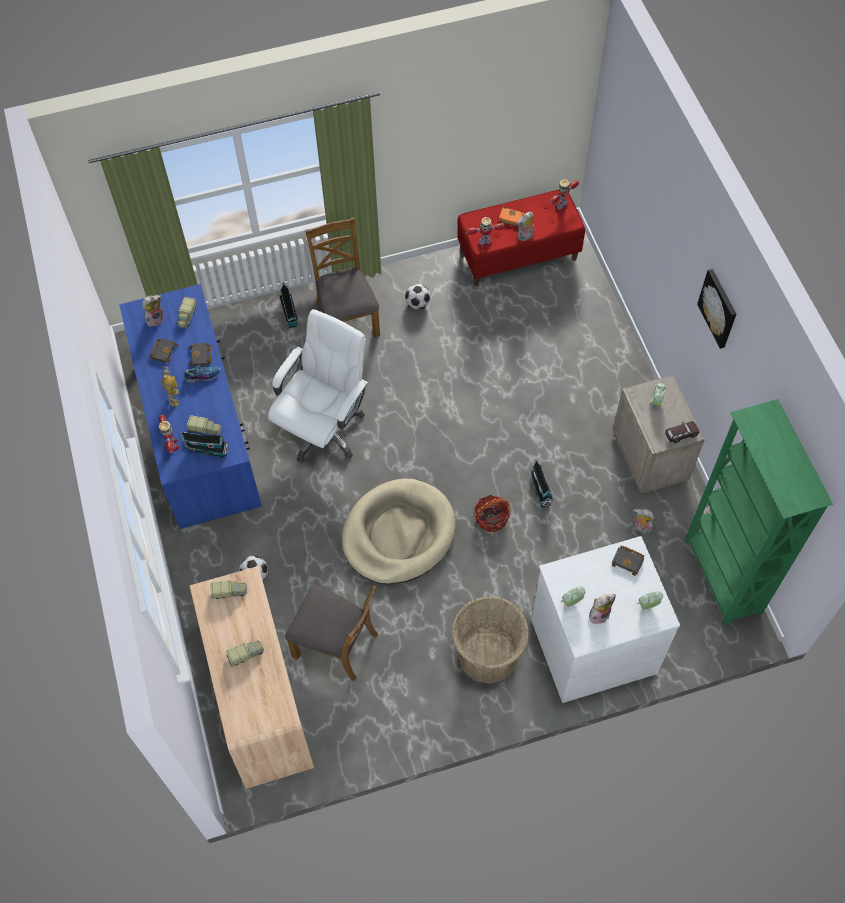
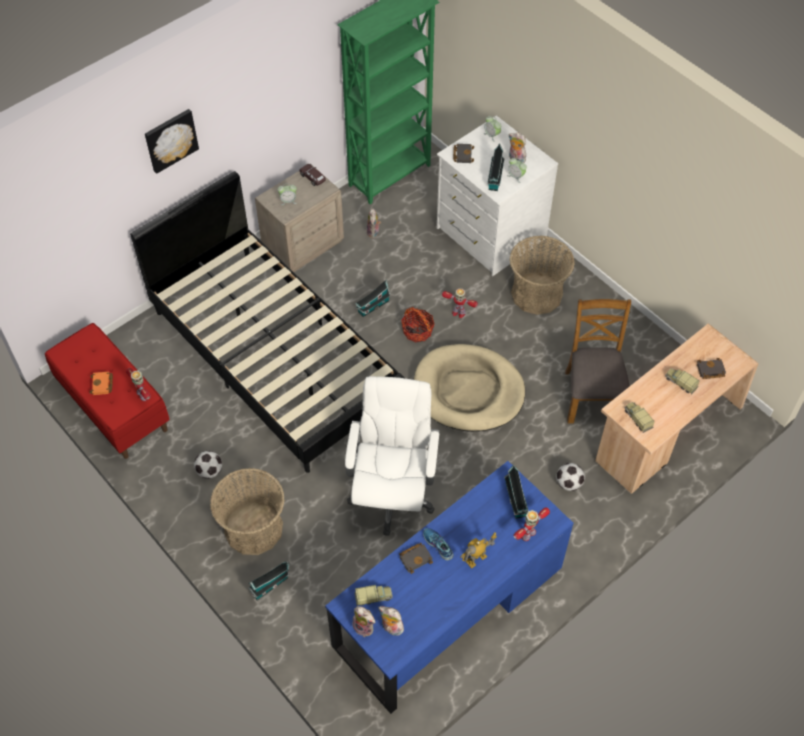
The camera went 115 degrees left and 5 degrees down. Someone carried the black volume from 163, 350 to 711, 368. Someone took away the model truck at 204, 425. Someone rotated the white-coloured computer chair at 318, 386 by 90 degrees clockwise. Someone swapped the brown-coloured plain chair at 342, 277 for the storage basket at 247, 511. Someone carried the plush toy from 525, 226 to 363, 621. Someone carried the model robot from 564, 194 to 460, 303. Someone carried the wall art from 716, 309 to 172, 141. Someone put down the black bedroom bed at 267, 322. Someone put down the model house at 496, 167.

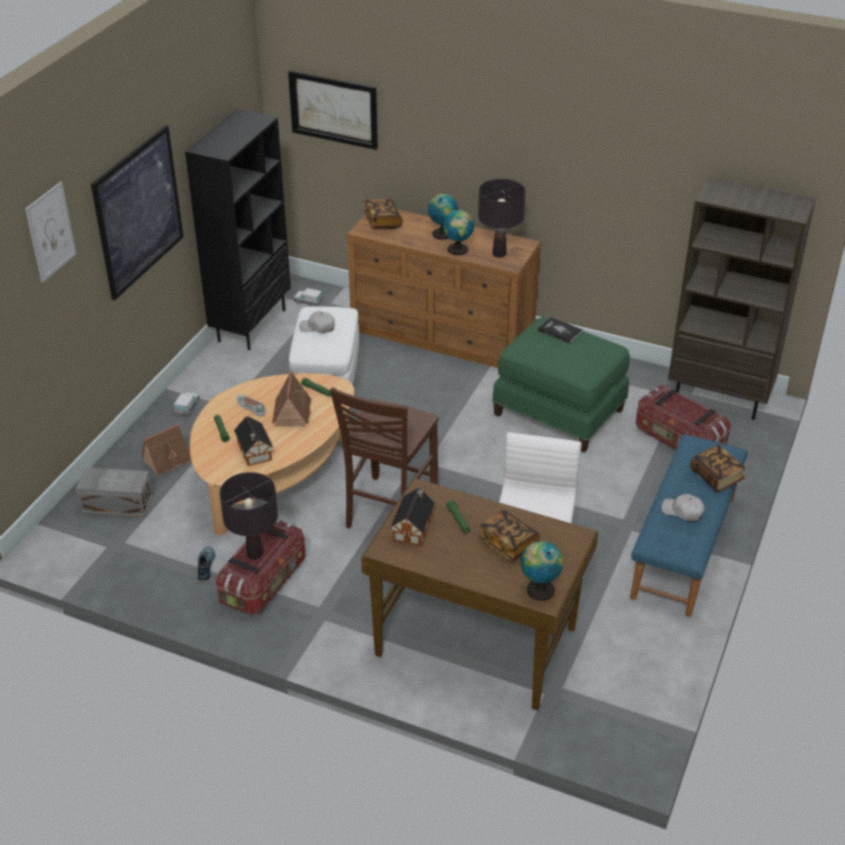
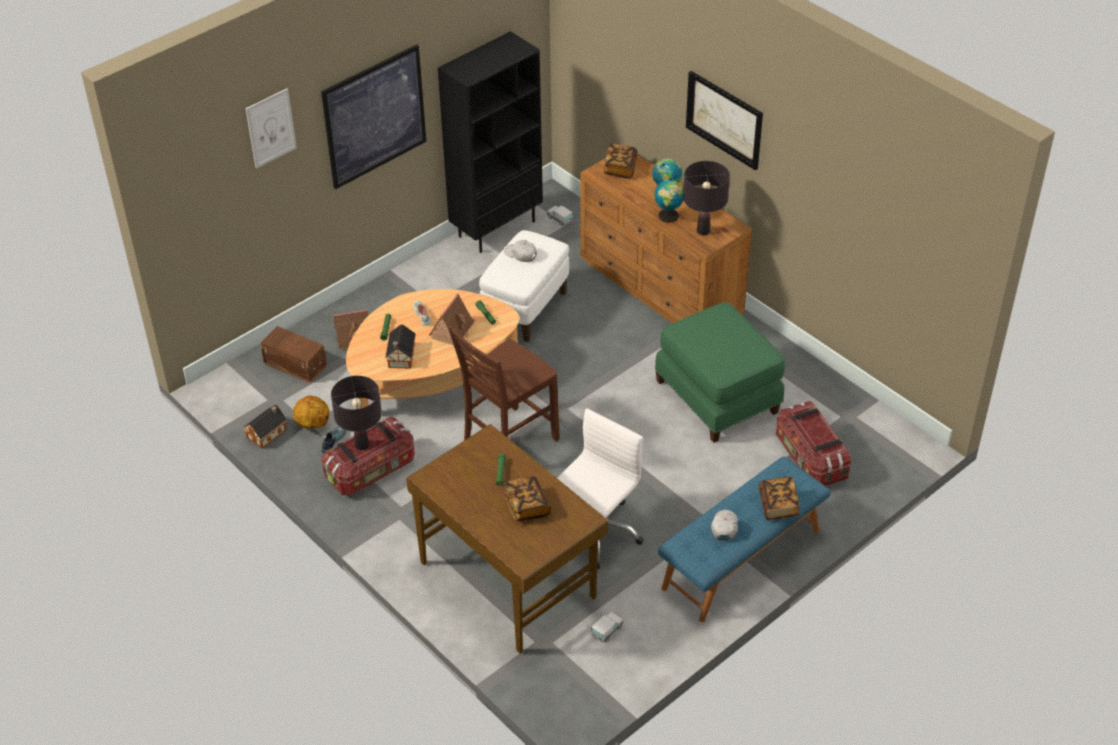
The camera went 25 degrees right and 5 degrees up. Someone repainted the gray storage bin at 114, 492, which became the brown-coloured storage bin at 293, 354. Someone carried the model truck from 186, 404 to 607, 627. Someone carried the wall art from 333, 110 to 724, 120. Someone carried the model house from 413, 517 to 265, 426. Someone took away the world globe at 542, 571. Someone took away the volume at 560, 330. Someone rotated the white-coloured baseball cap at 683, 508 by 45 degrees clockwise. Someone took away the brown-coloured shelving unit at 742, 298. Someone put down the basketball at 311, 412.

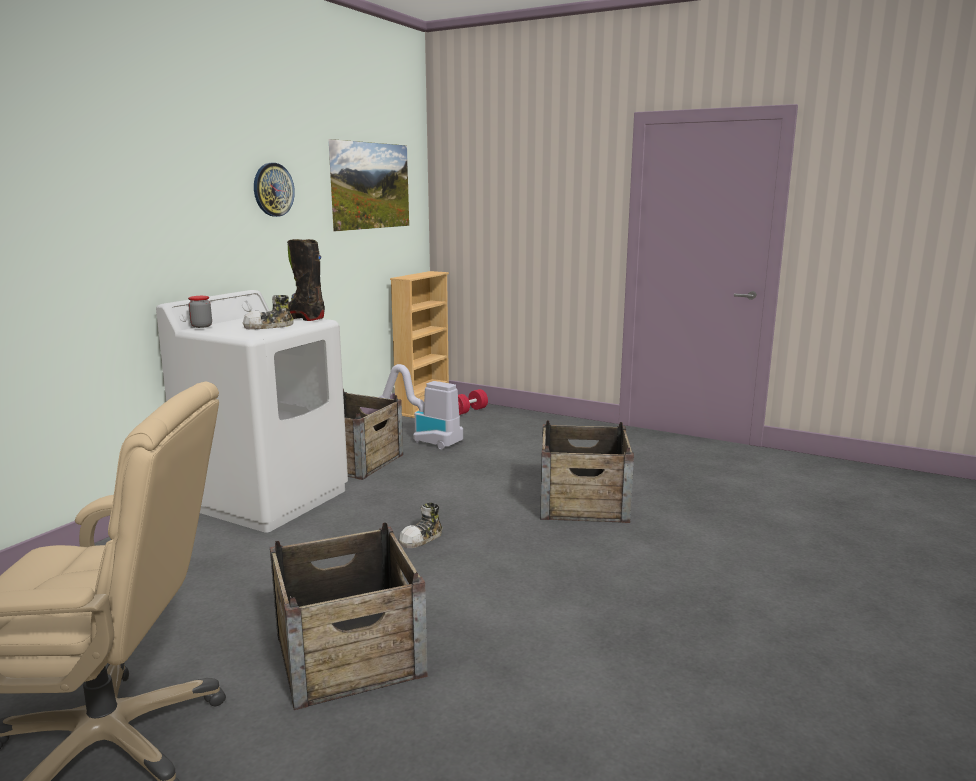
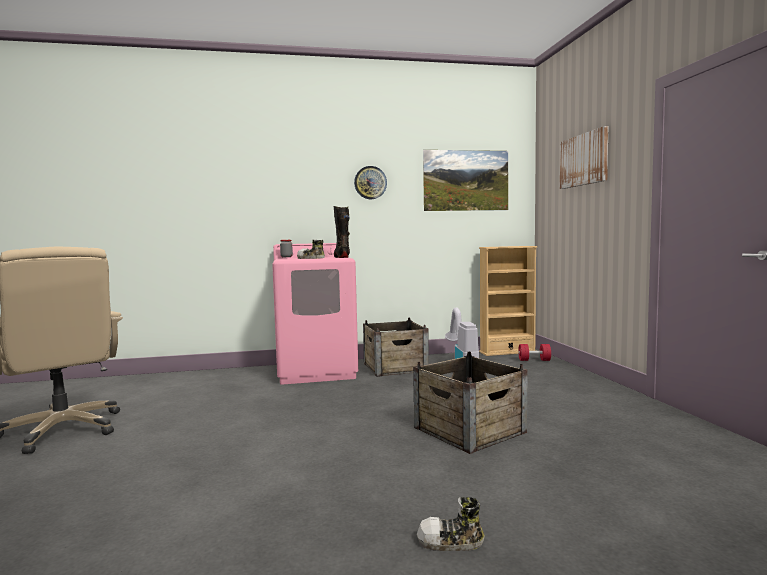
The camera went 50 degrees right and 10 degrees down. Someone repainted the white-coloured laundry machine at 252, 411, which became the pinkish laundry machine at 315, 314. Someone took away the shipping crate at 349, 616. Someone carried the low shoe from 420, 525 to 451, 524. Someone put up the wall art at 584, 157.

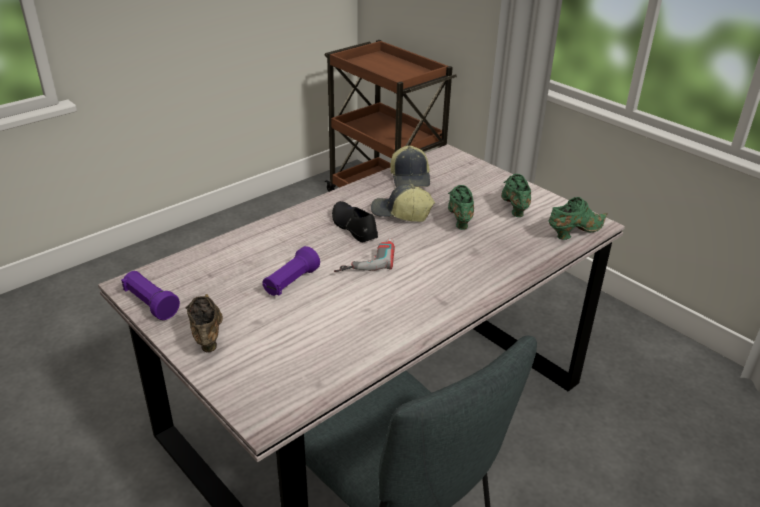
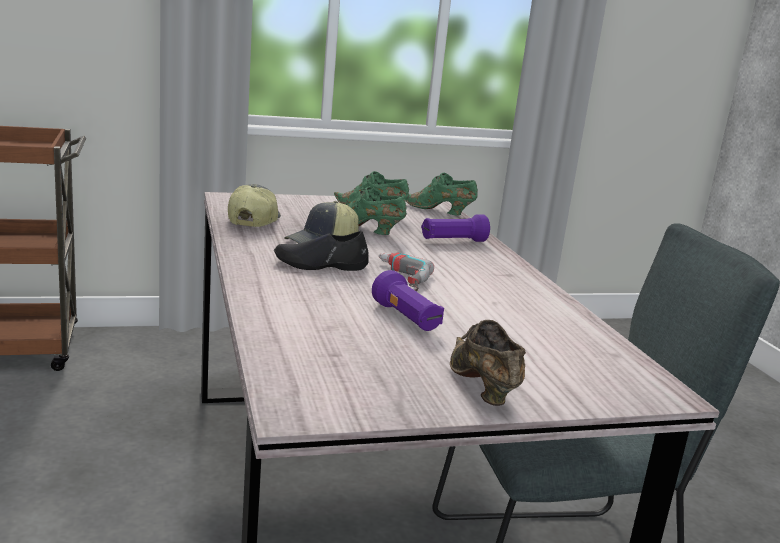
The camera went 65 degrees left and 15 degrees down. Someone carried the purplish flashlight from 150, 295 to 455, 228. Someone rotated the brown-coloured low shoe at 204, 323 by 60 degrees clockwise. Someone rotated the baseball cap at 410, 166 by 105 degrees counterclockwise. Someone rotated the green low shoe at 577, 218 by 60 degrees counterclockwise.

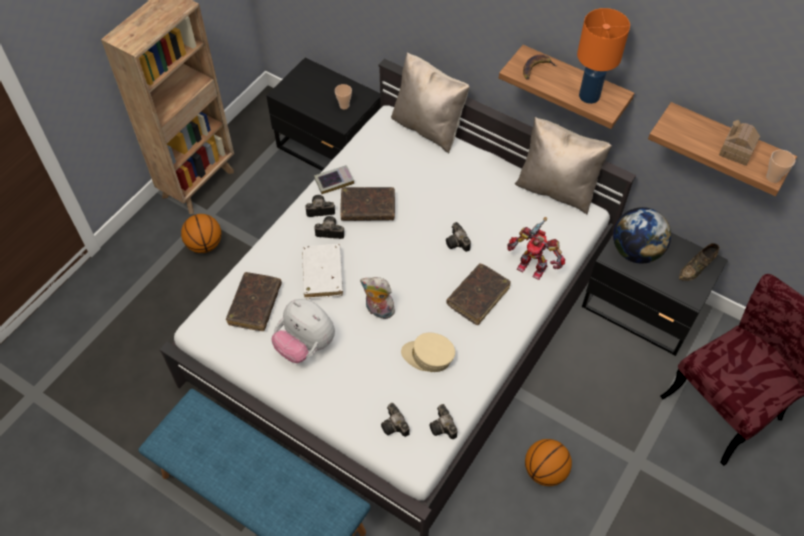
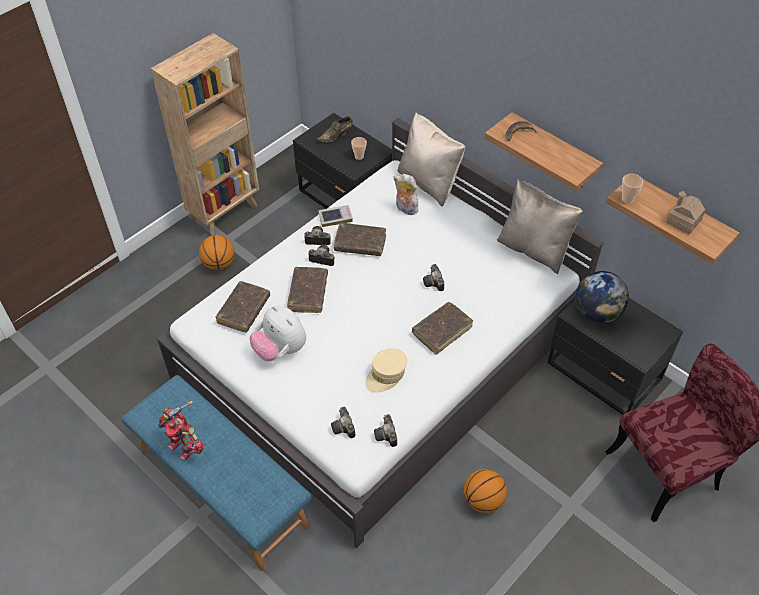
The camera went 10 degrees right and 5 degrees down. Someone repainted the white-coloured volume at 322, 271, which became the brown-coloured volume at 307, 290. Someone carried the plush toy from 377, 298 to 405, 194. Someone rotated the beige baseball cap at 428, 352 by 75 degrees counterclockwise. Someone carried the model robot from 536, 248 to 180, 431. Someone took away the orangey lamp for a table at 603, 56. Someone carried the brown-coloured low shoe from 699, 262 to 335, 129. Someone carried the drinking cup from 780, 166 to 632, 188.

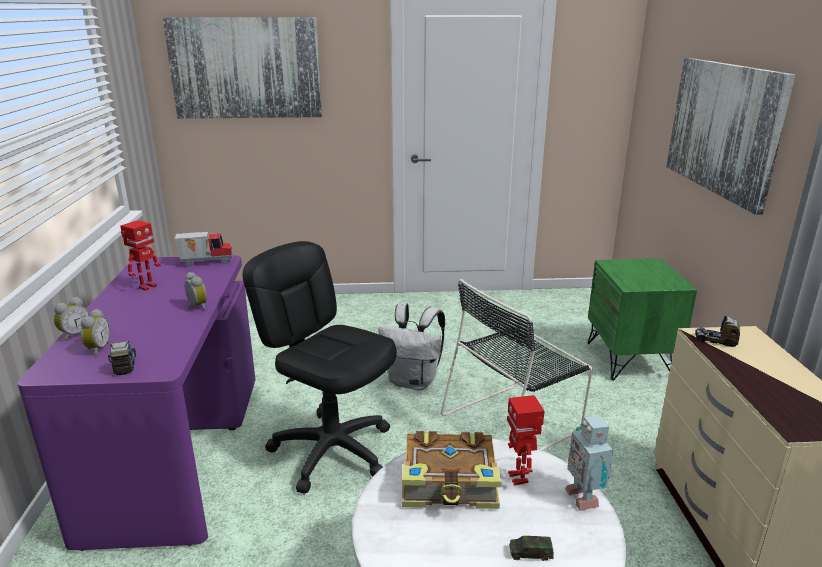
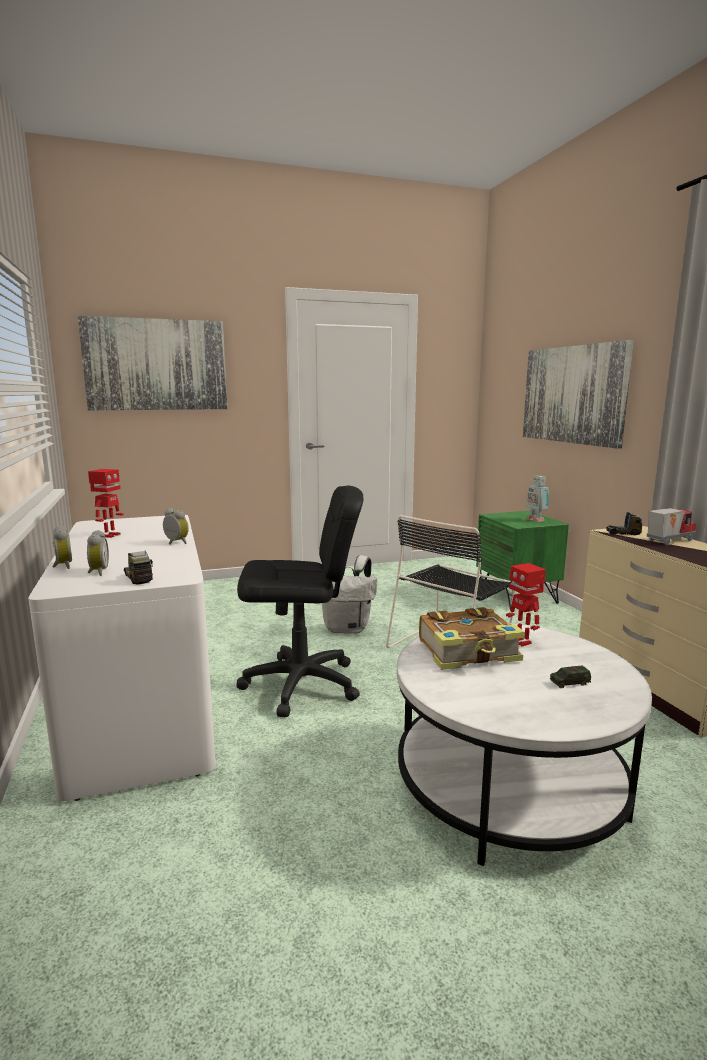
The camera went 15 degrees left and 10 degrees down. Someone repainted the purplish desk unit at 136, 403, which became the white-coloured desk unit at 122, 658. Someone rotated the table clock at 71, 319 by 45 degrees counterclockwise. Someone carried the model truck from 204, 249 to 671, 526. Someone rotated the black computer chair at 320, 367 by 150 degrees clockwise. Someone carried the model robot from 589, 463 to 537, 499.

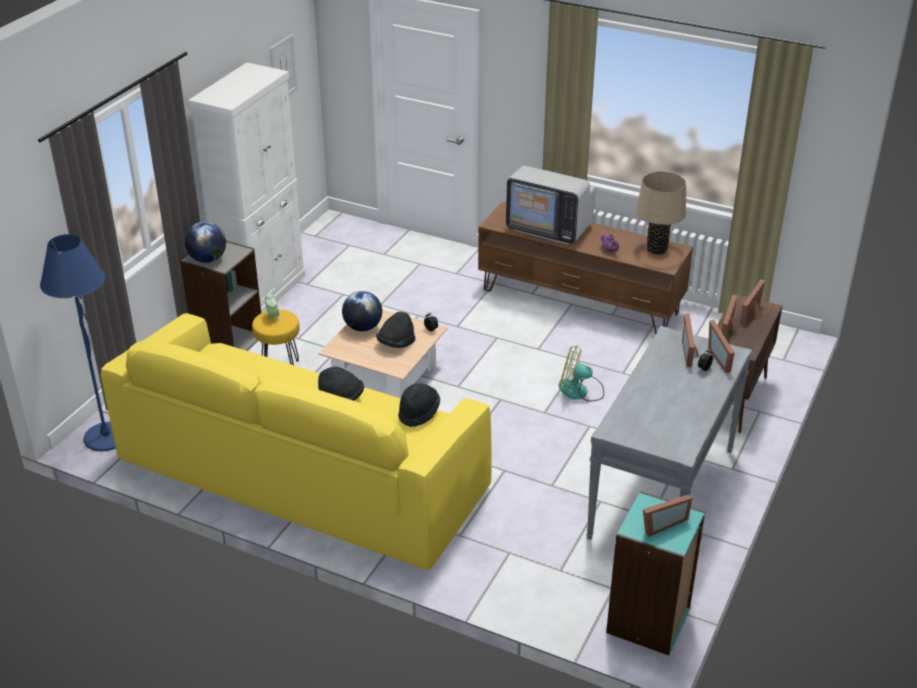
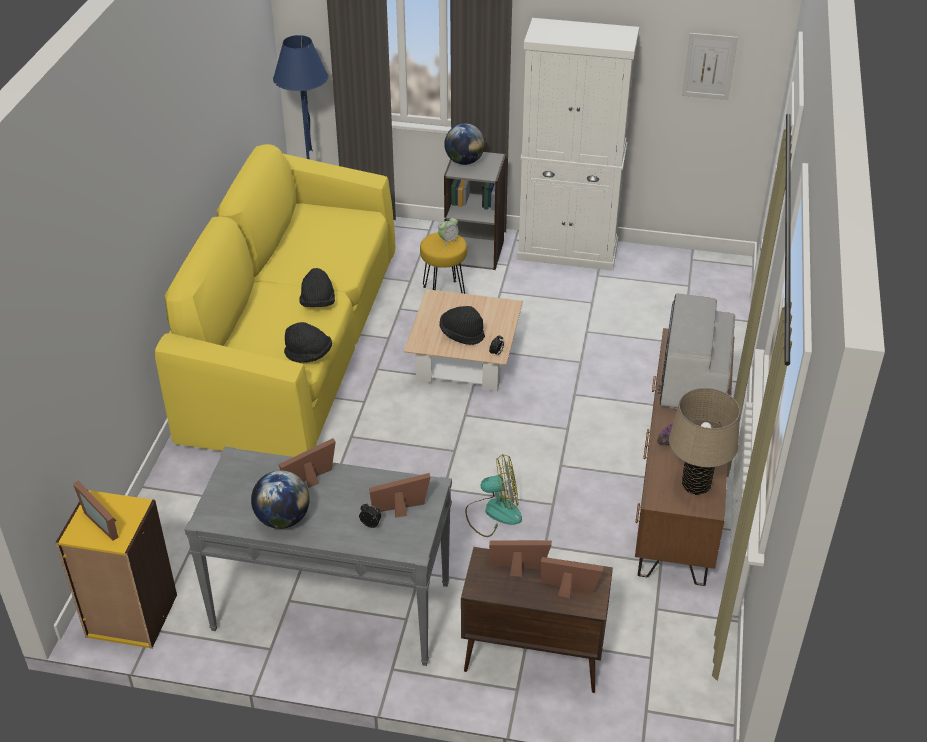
The camera went 75 degrees right and 5 degrees up. Someone carried the world globe from 362, 311 to 280, 499. Someone rotated the electric fan at 581, 374 by 90 degrees clockwise. Someone repainted the blue-green shelving unit at 655, 573, which became the yellow shelving unit at 116, 569. Someone carried the photo frame from 721, 346 to 307, 463.

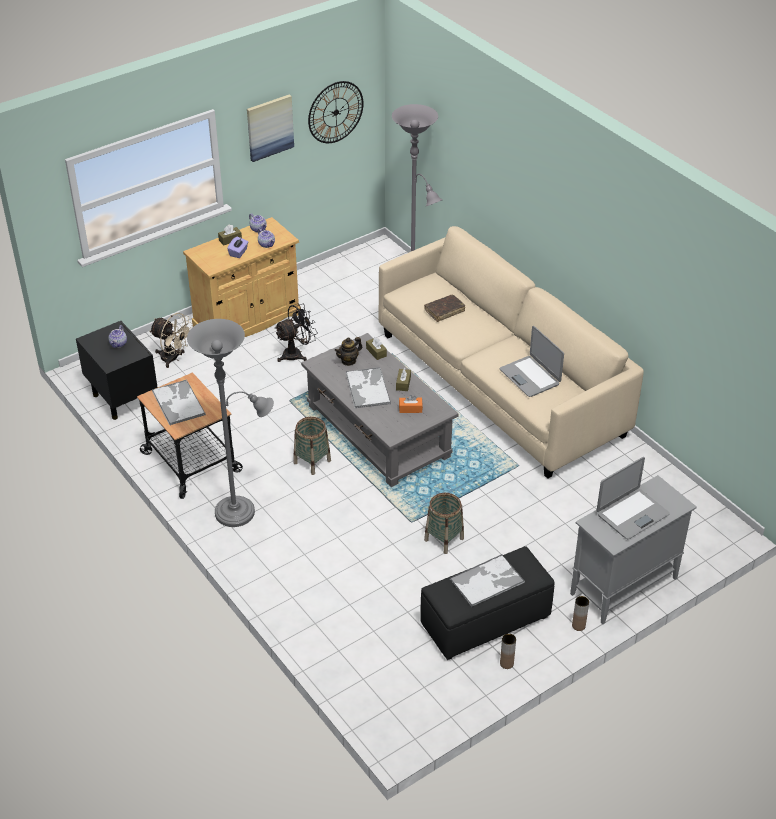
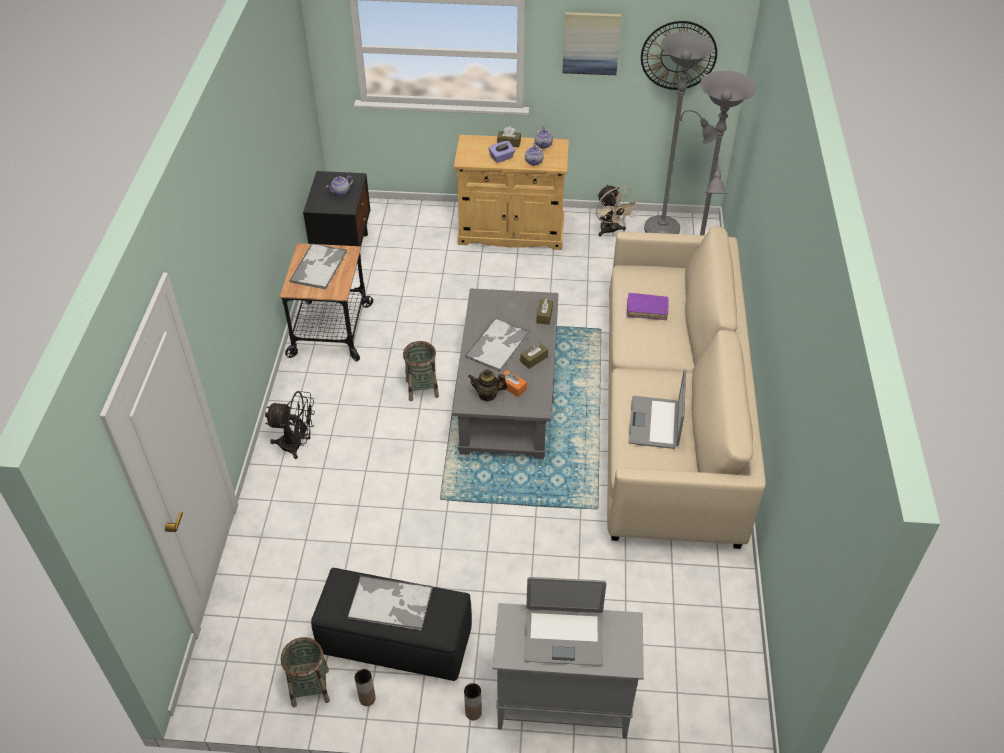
The camera went 40 degrees right and 5 degrees up. Someone carried the beige electric fan from 171, 340 to 617, 210. Someone carried the gray standard lamp from 230, 423 to 680, 133. Someone carried the black electric fan from 296, 333 to 290, 425. Someone carried the pot for tea from 348, 351 to 488, 385. Someone repainted the brown-coloured volume at 444, 308, which became the purplish volume at 648, 306. Someone carried the storage basket from 444, 523 to 305, 672.

